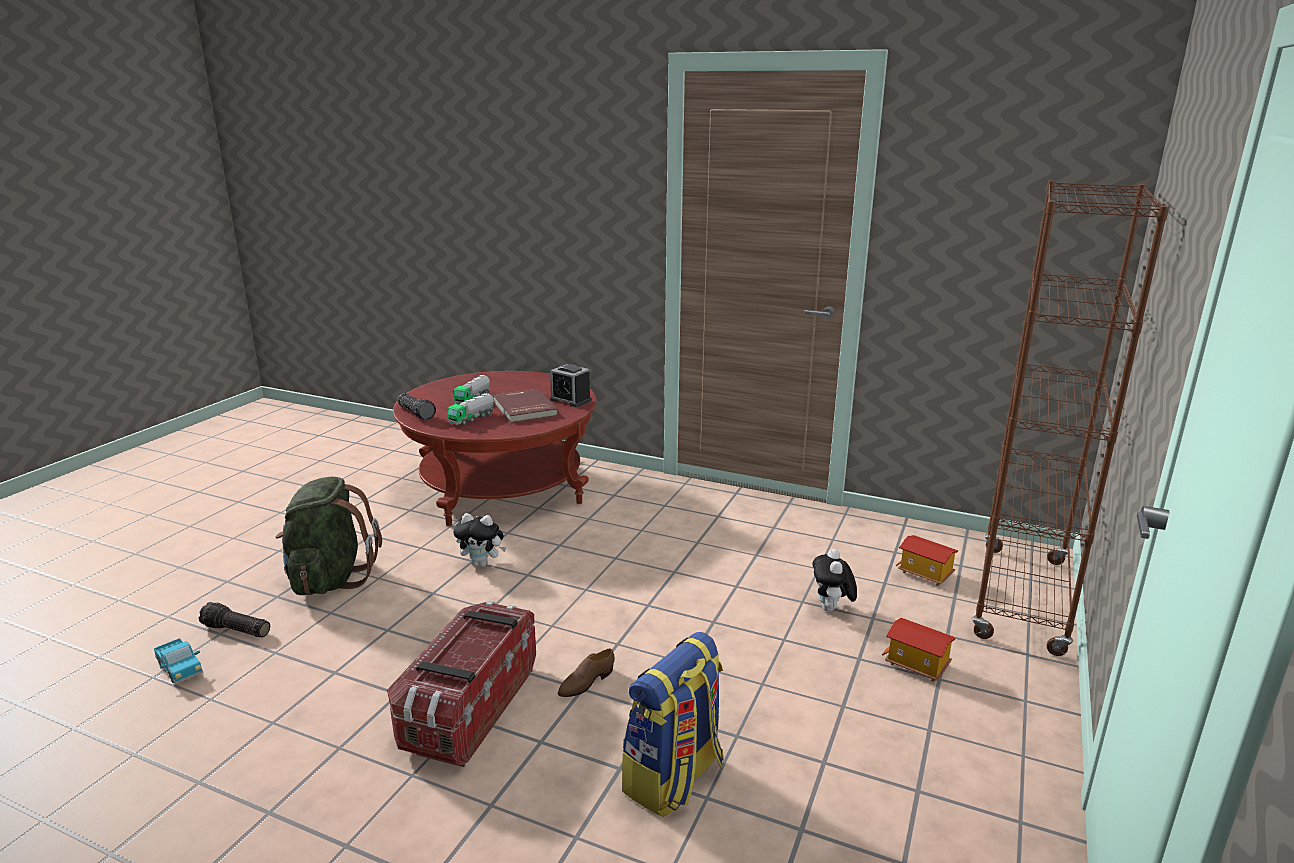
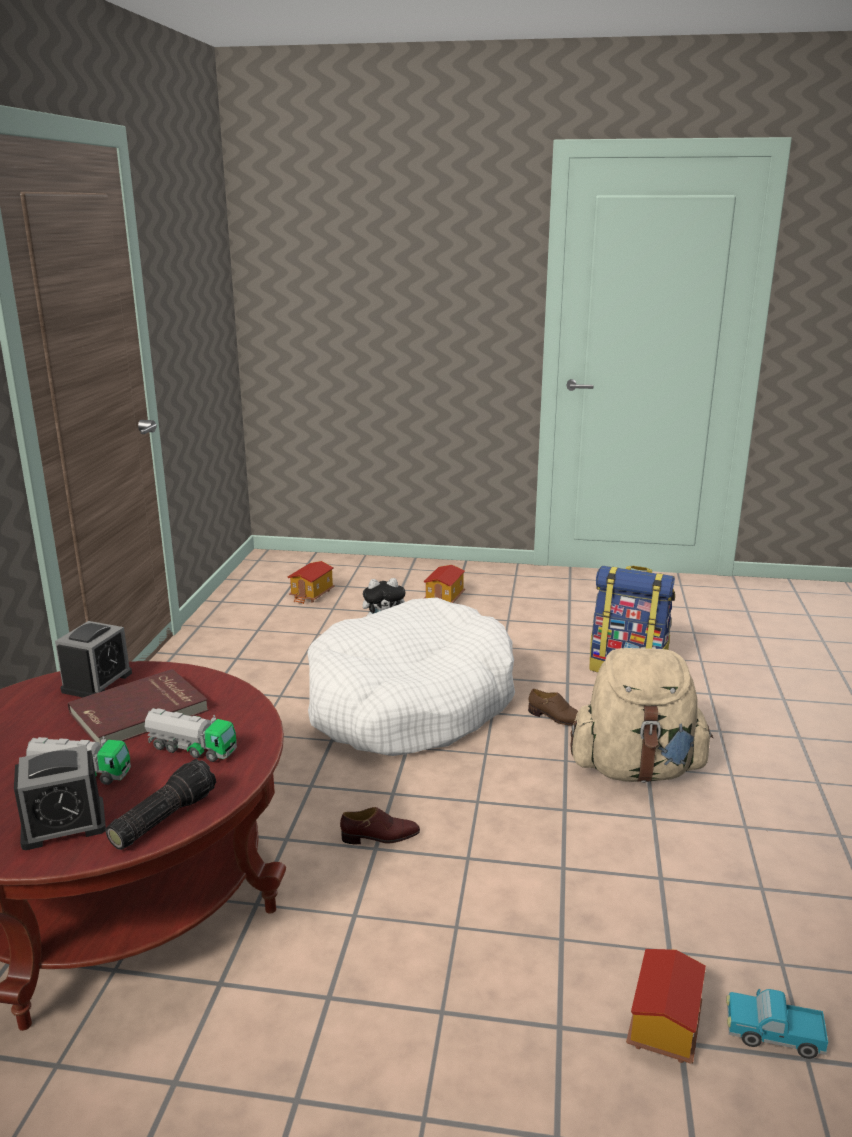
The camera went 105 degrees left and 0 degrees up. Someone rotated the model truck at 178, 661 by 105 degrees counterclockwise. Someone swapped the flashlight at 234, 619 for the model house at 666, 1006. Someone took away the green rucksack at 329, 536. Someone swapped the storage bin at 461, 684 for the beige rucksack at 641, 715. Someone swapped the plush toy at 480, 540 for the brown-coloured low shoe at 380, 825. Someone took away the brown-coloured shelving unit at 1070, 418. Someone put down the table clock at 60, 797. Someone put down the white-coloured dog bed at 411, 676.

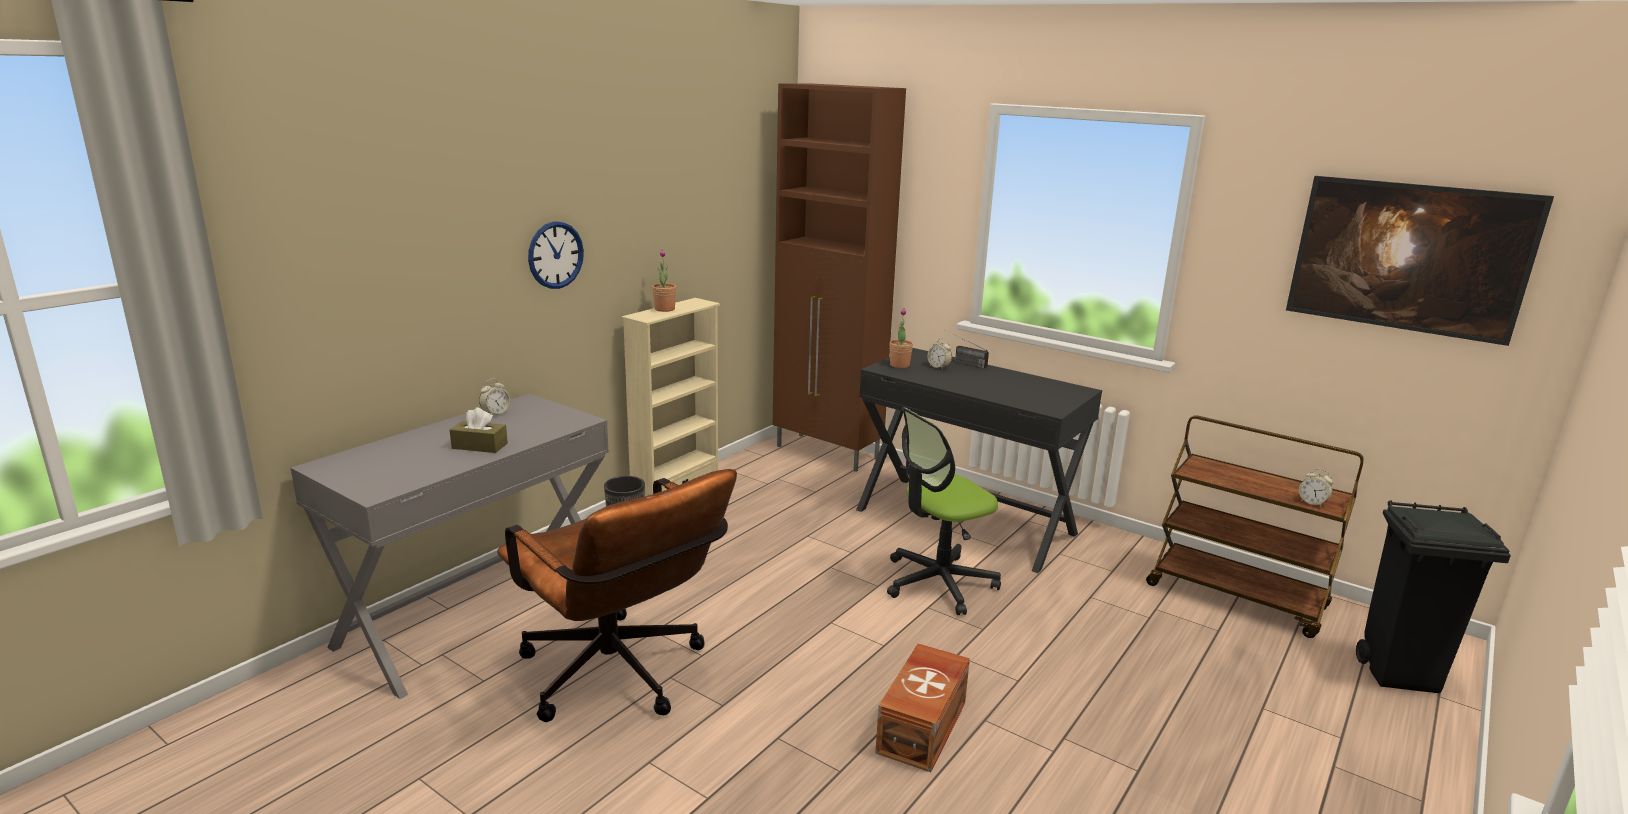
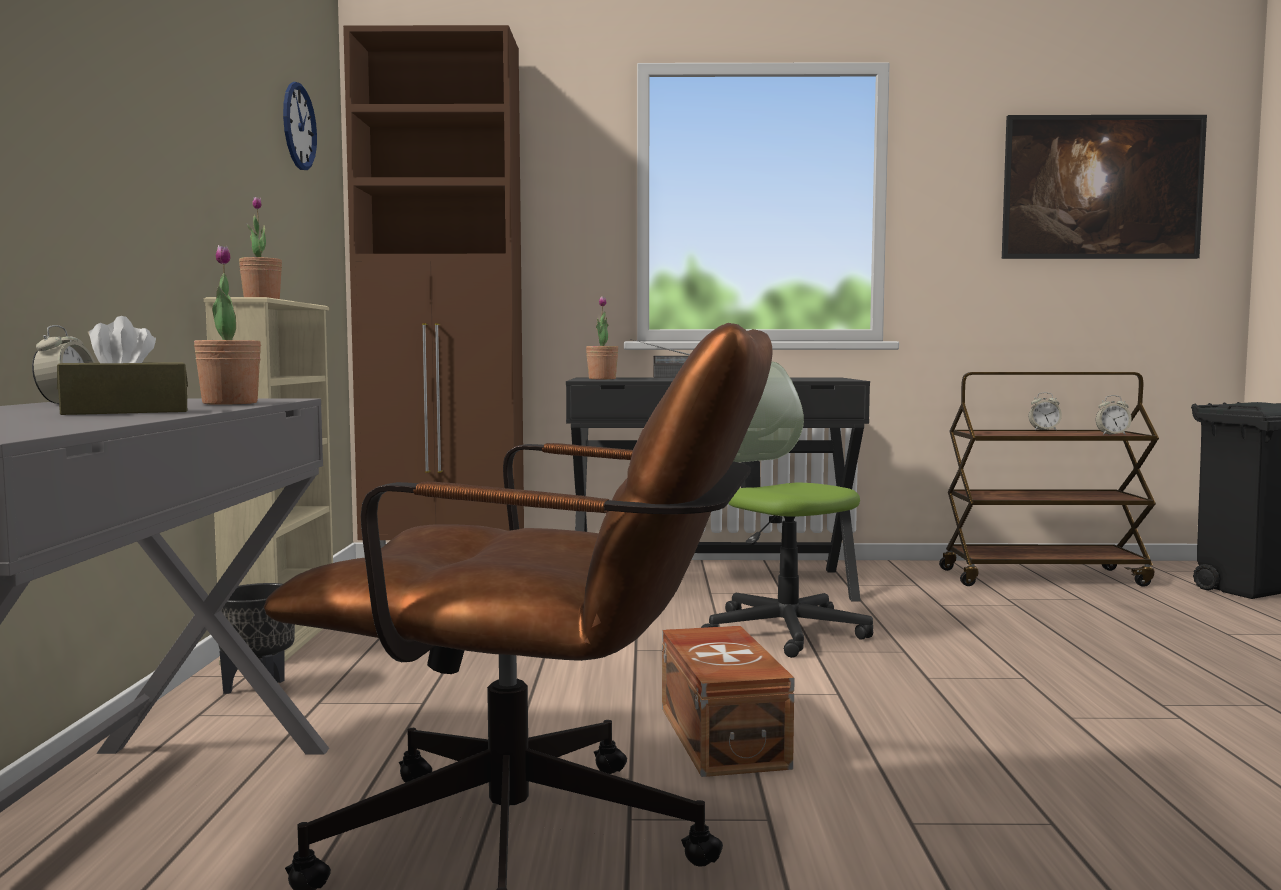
The camera went 35 degrees left and 15 degrees down. Someone carried the clock on the wall from 556, 255 to 300, 126. Someone carried the brown-coloured storage bin from 922, 708 to 728, 701. Someone rotated the computer chair at 944, 511 by 120 degrees clockwise. Someone carried the table clock from 939, 354 to 1045, 411. Someone put down the potted plant at 227, 325.

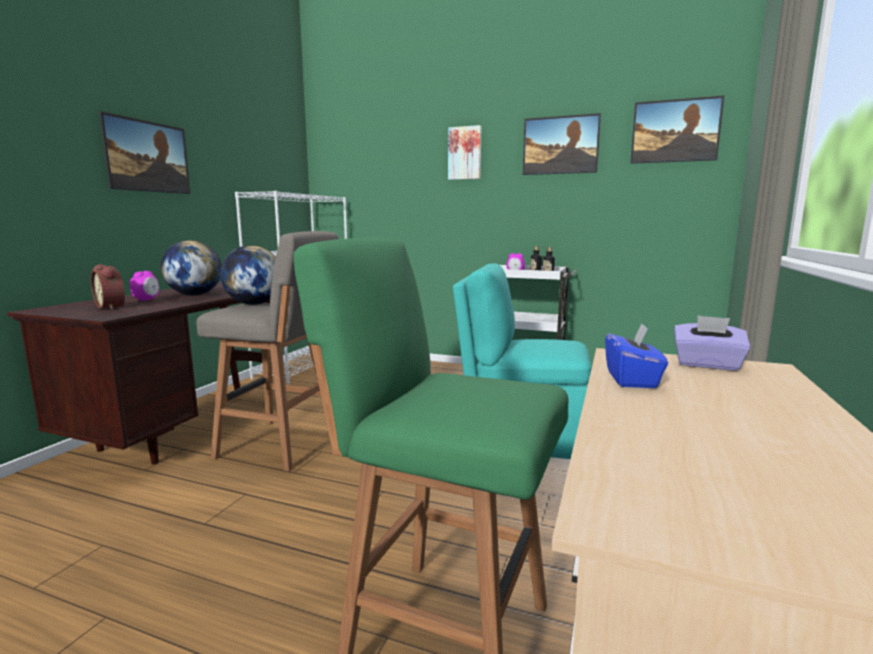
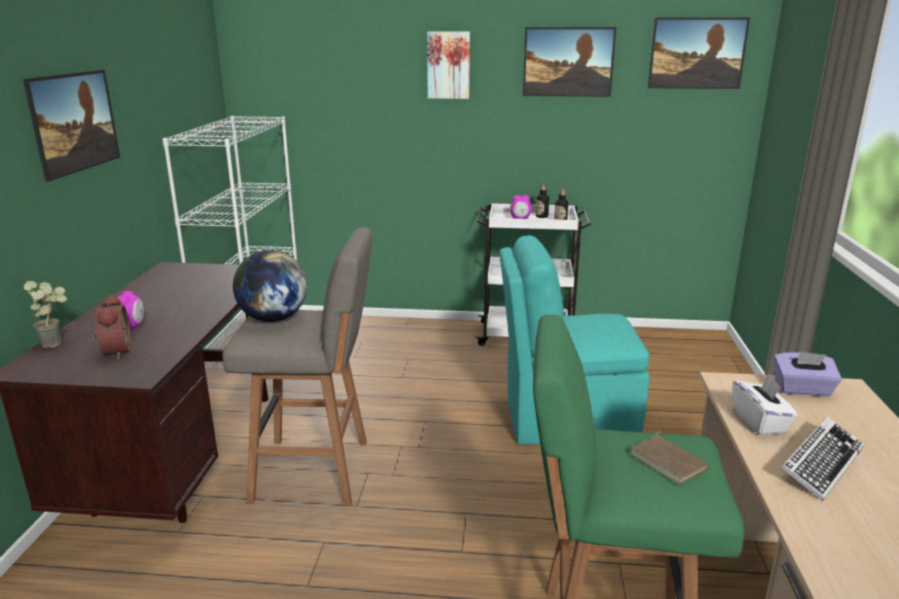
The camera went 15 degrees left and 10 degrees up. Someone rotated the table clock at 107, 287 by 135 degrees counterclockwise. Someone took away the world globe at 191, 267. Someone repainted the blue-coloured tissue holder at 636, 356, which became the white-coloured tissue holder at 765, 404. Someone put down the potted plant at 45, 314. Someone put down the brown-coloured volume at 669, 458. Someone put down the keyboard at 822, 459.

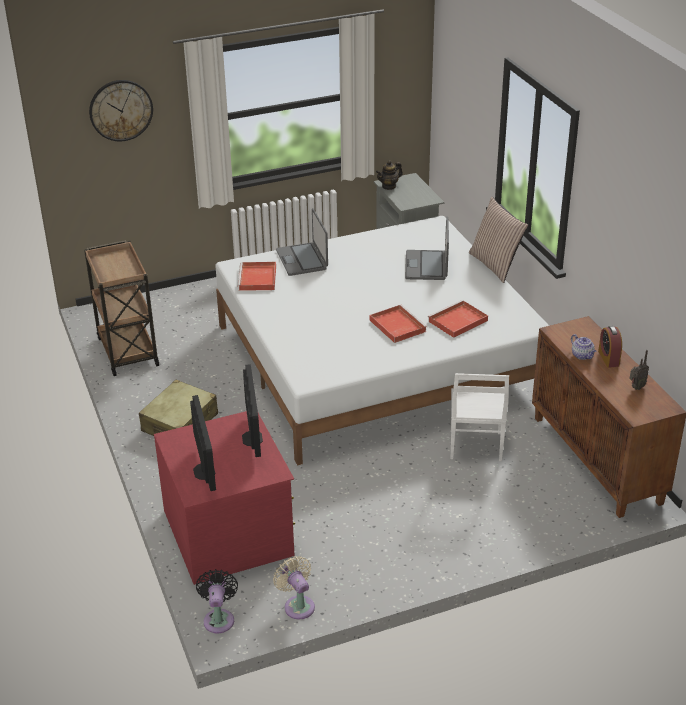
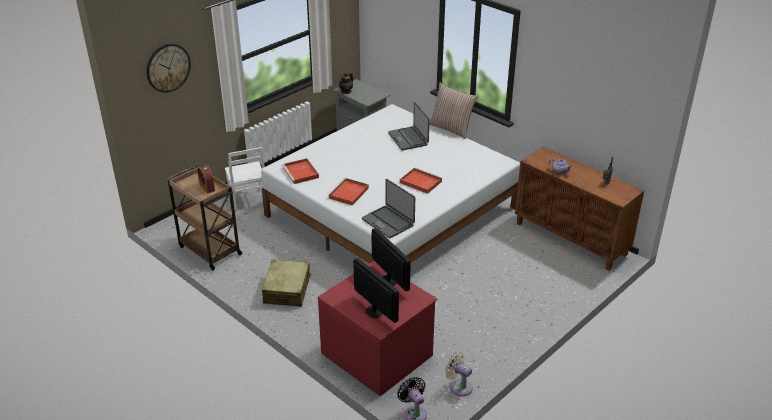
The camera went 25 degrees left and 0 degrees up. Someone carried the laptop from 302, 242 to 388, 208. Someone carried the red-coloured tray from 458, 319 to 348, 192. Someone carried the white-coloured plain chair from 480, 417 to 245, 179. Someone carried the table clock from 610, 347 to 206, 179.

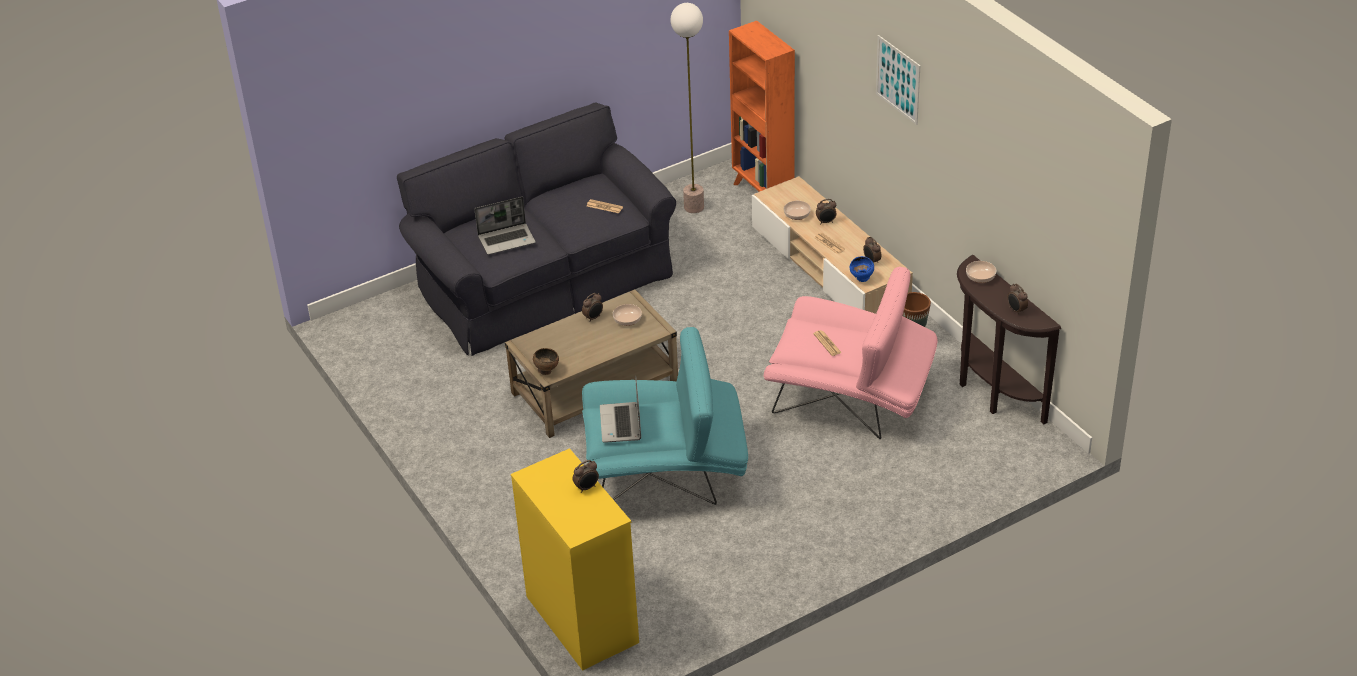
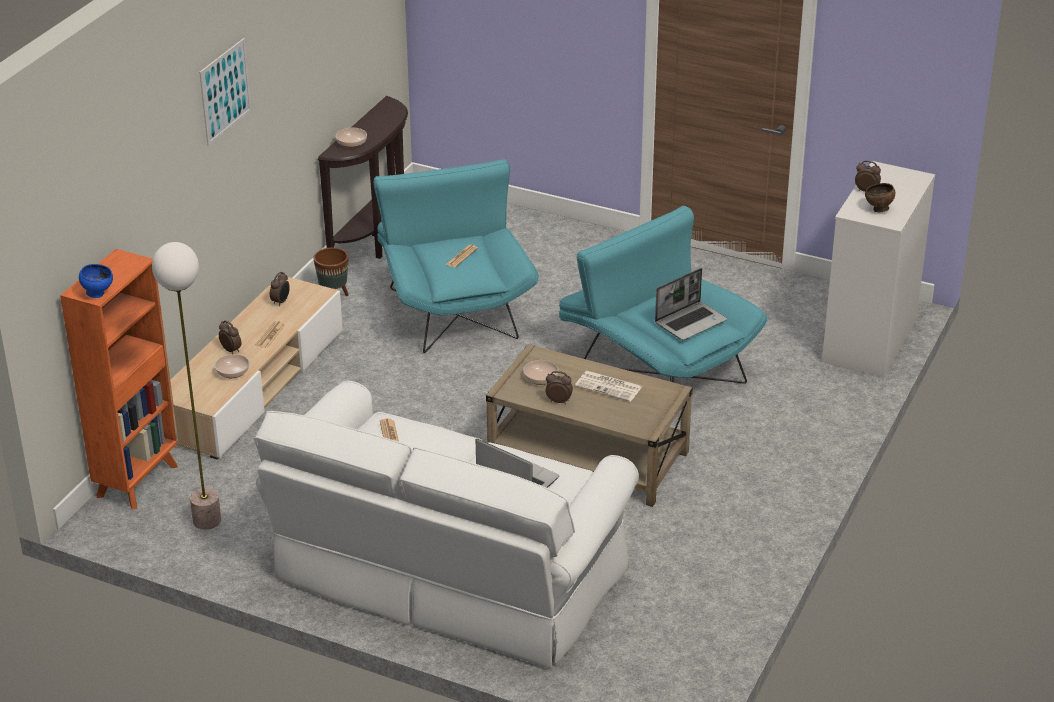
The camera went 125 degrees left and 5 degrees down. Someone repainted the black sofa at 536, 229, which became the white-coloured sofa at 446, 525. Someone repainted the yellow dresser at 575, 559, which became the white-coloured dresser at 878, 269. Someone carried the brown-coloured bowl from 546, 361 to 880, 197. Someone repainted the pinkish lounge chair at 850, 353, which became the blue-green lounge chair at 456, 256. Someone carried the blue-coloured bowl from 862, 269 to 96, 281. Someone took away the table clock at 1017, 299. Someone put down the printed paper at 608, 386.

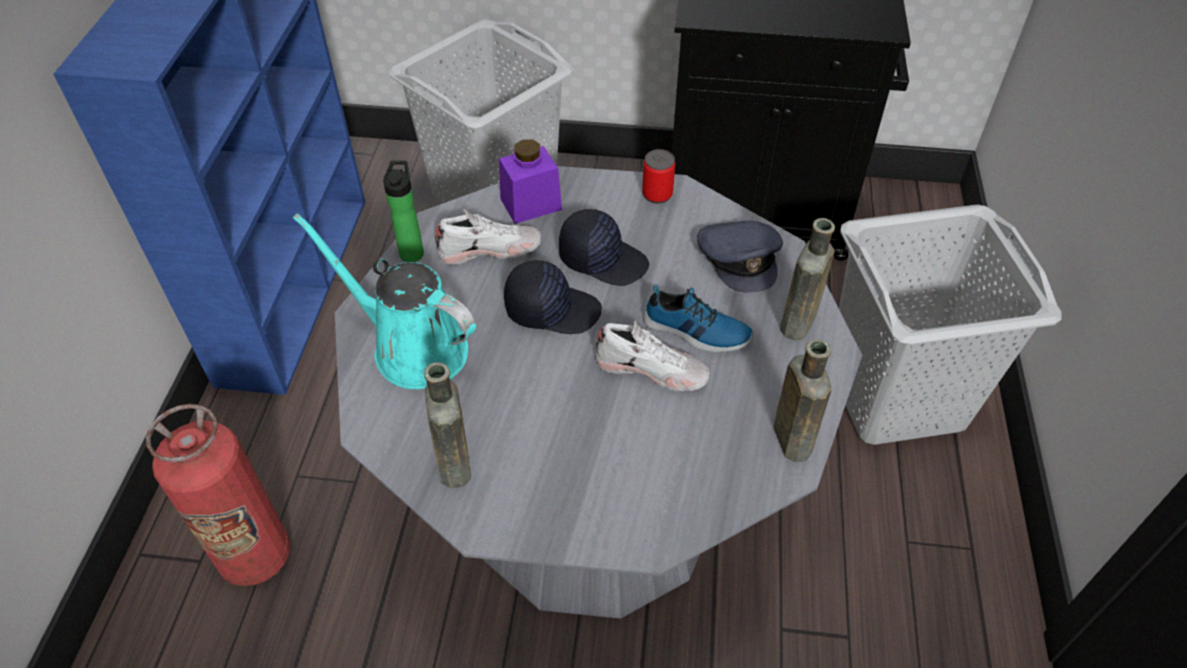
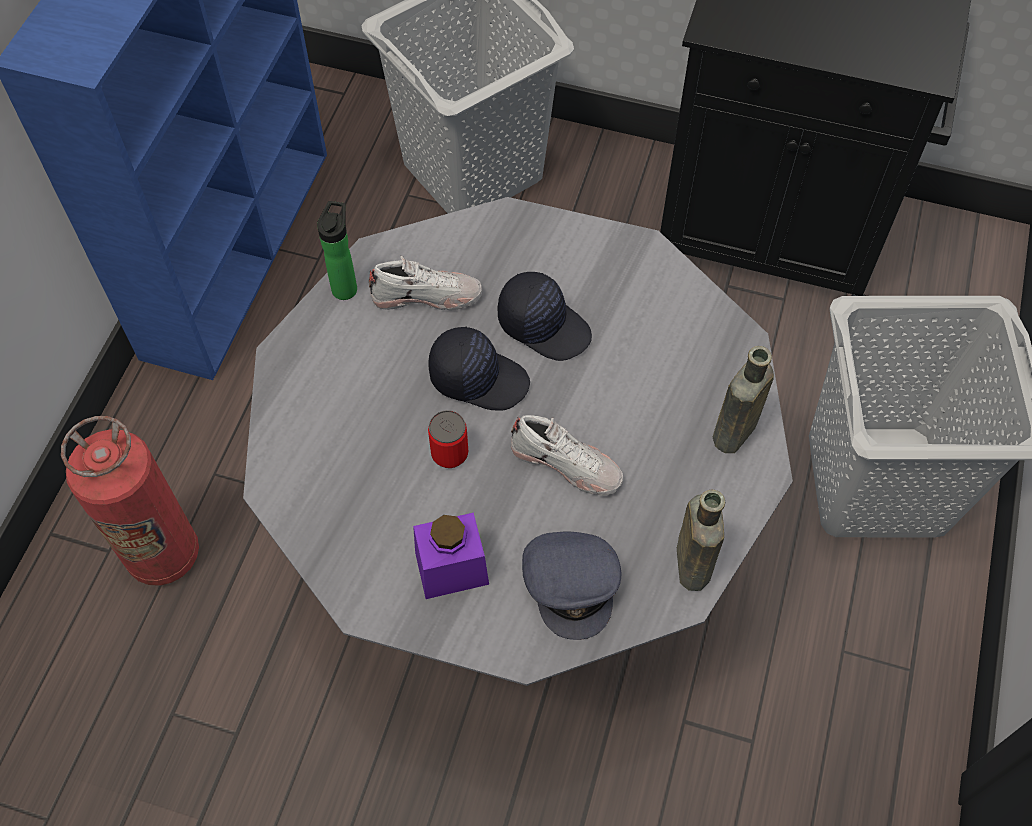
The camera went 10 degrees right and 10 degrees up. Someone took away the blue-green sprinkling can at 384, 301. Someone took away the brown-coloured drink bottle at 447, 425. Someone carried the purplish jar from 530, 181 to 451, 556. Someone carried the sealed can from 658, 176 to 448, 439. Someone took away the low shoe at 698, 318. Someone carried the gray baseball cap from 740, 257 to 571, 586.

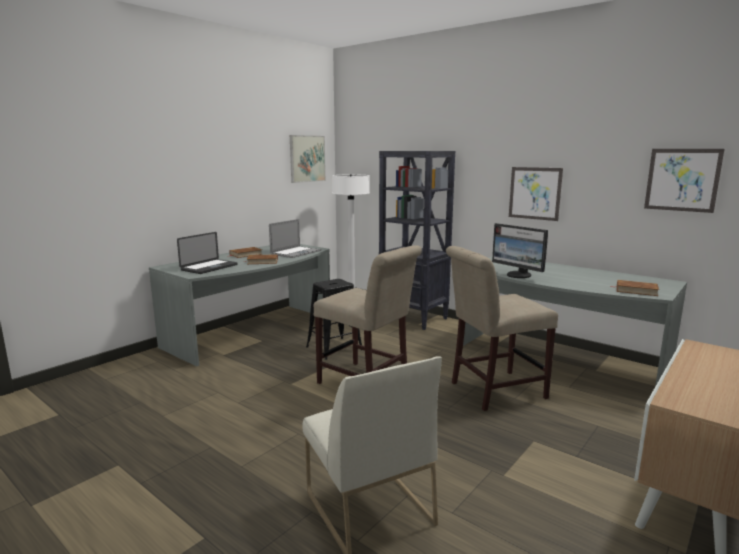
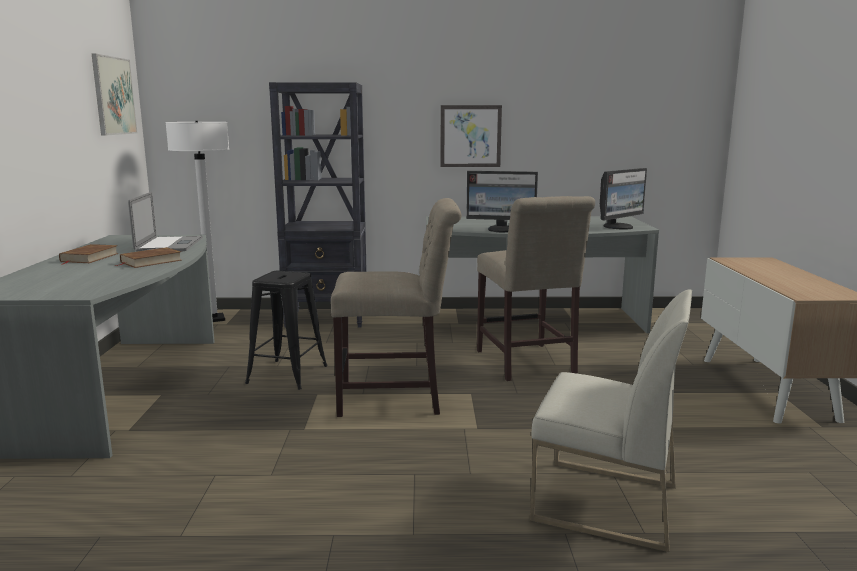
The camera went 40 degrees left and 0 degrees up. Someone took away the laptop at 207, 253. Someone rotated the beige plain chair at 502, 328 by 45 degrees counterclockwise. Someone swapped the brown-coloured volume at 637, 288 for the computer screen at 623, 198. Someone took away the wall art at 684, 181.

